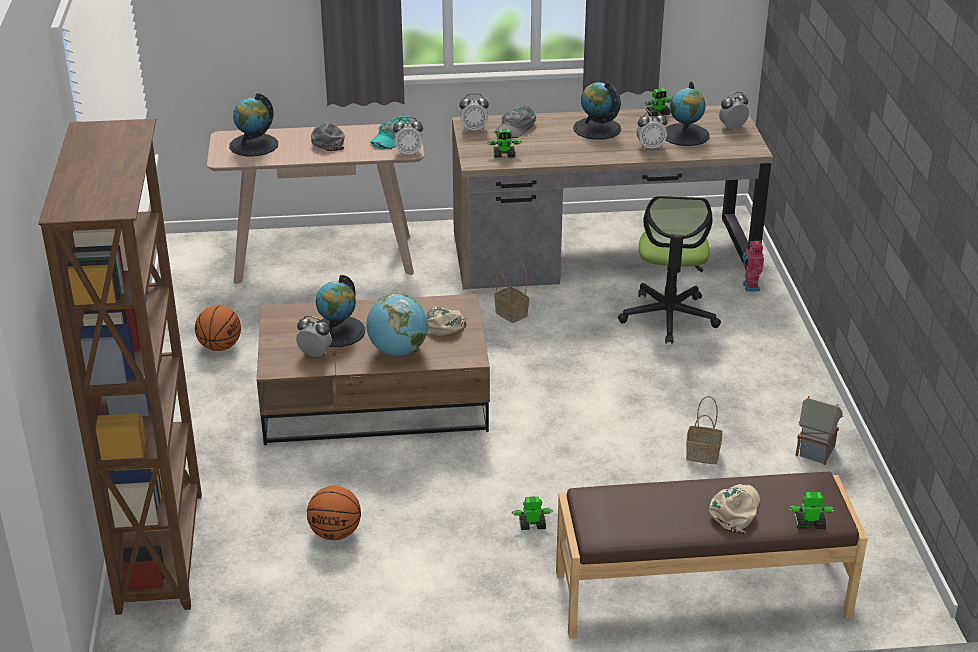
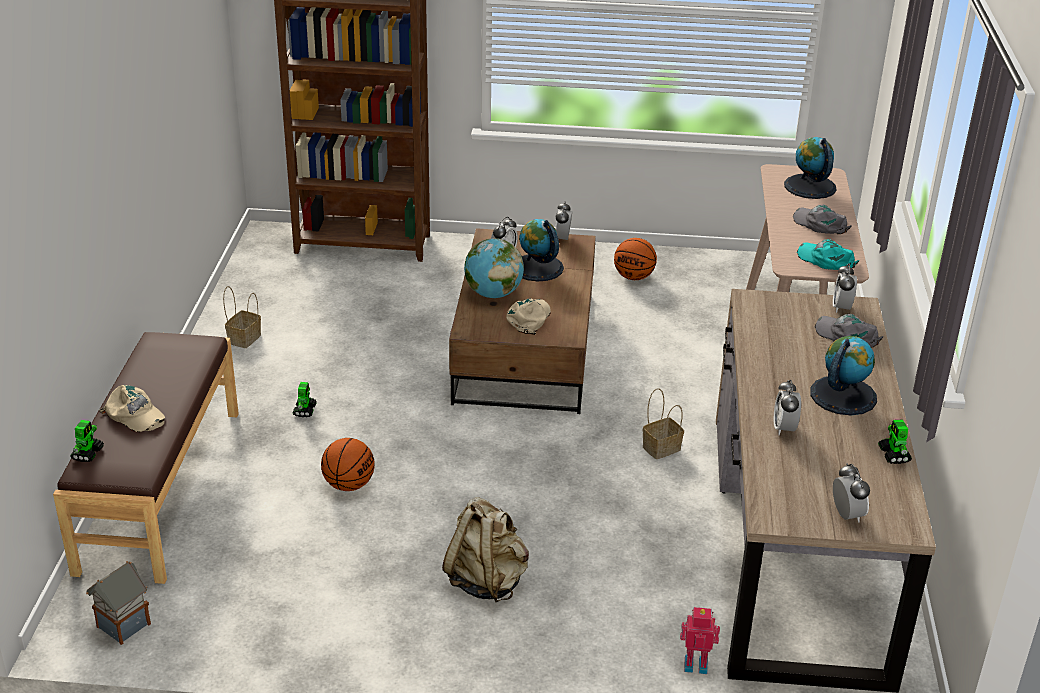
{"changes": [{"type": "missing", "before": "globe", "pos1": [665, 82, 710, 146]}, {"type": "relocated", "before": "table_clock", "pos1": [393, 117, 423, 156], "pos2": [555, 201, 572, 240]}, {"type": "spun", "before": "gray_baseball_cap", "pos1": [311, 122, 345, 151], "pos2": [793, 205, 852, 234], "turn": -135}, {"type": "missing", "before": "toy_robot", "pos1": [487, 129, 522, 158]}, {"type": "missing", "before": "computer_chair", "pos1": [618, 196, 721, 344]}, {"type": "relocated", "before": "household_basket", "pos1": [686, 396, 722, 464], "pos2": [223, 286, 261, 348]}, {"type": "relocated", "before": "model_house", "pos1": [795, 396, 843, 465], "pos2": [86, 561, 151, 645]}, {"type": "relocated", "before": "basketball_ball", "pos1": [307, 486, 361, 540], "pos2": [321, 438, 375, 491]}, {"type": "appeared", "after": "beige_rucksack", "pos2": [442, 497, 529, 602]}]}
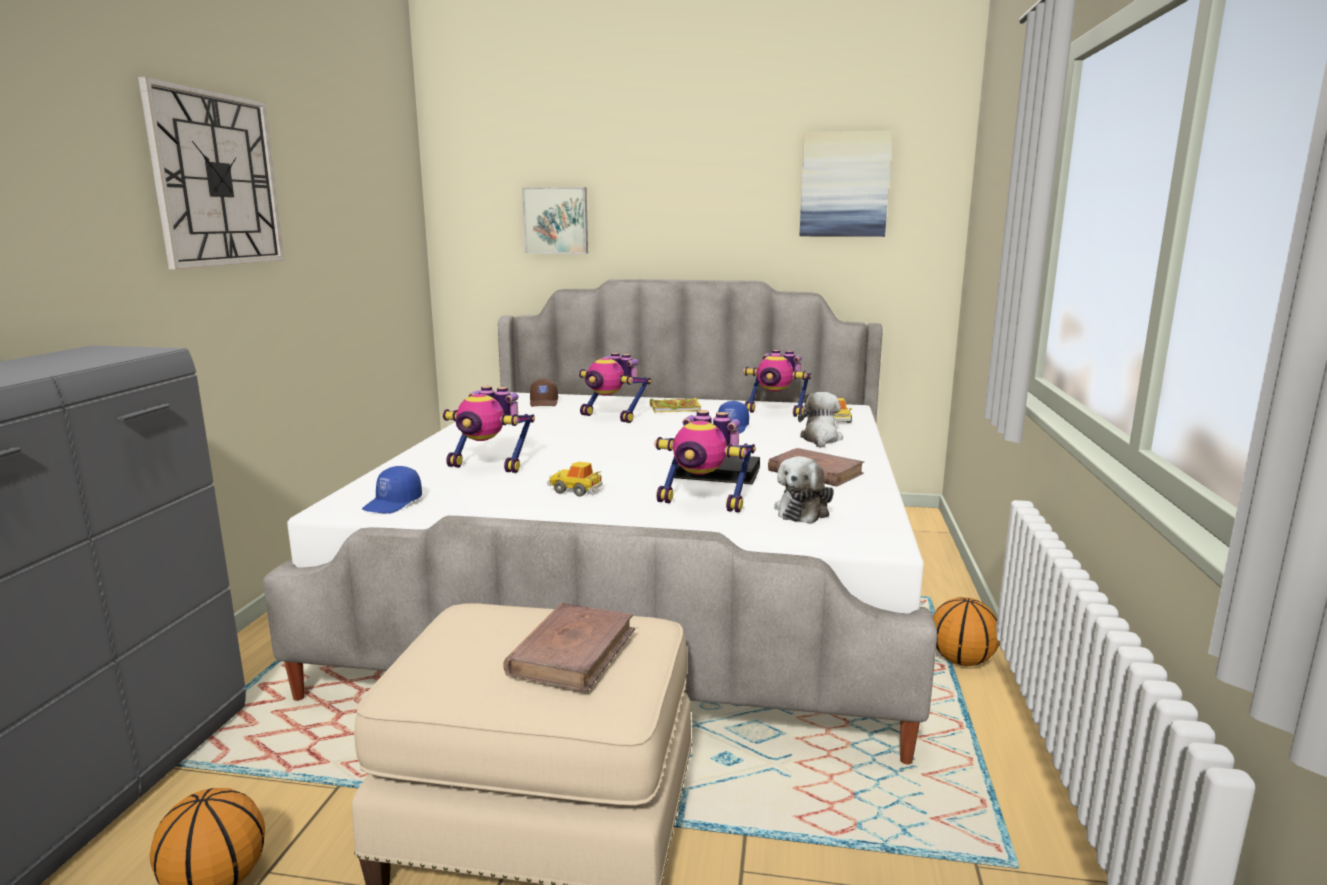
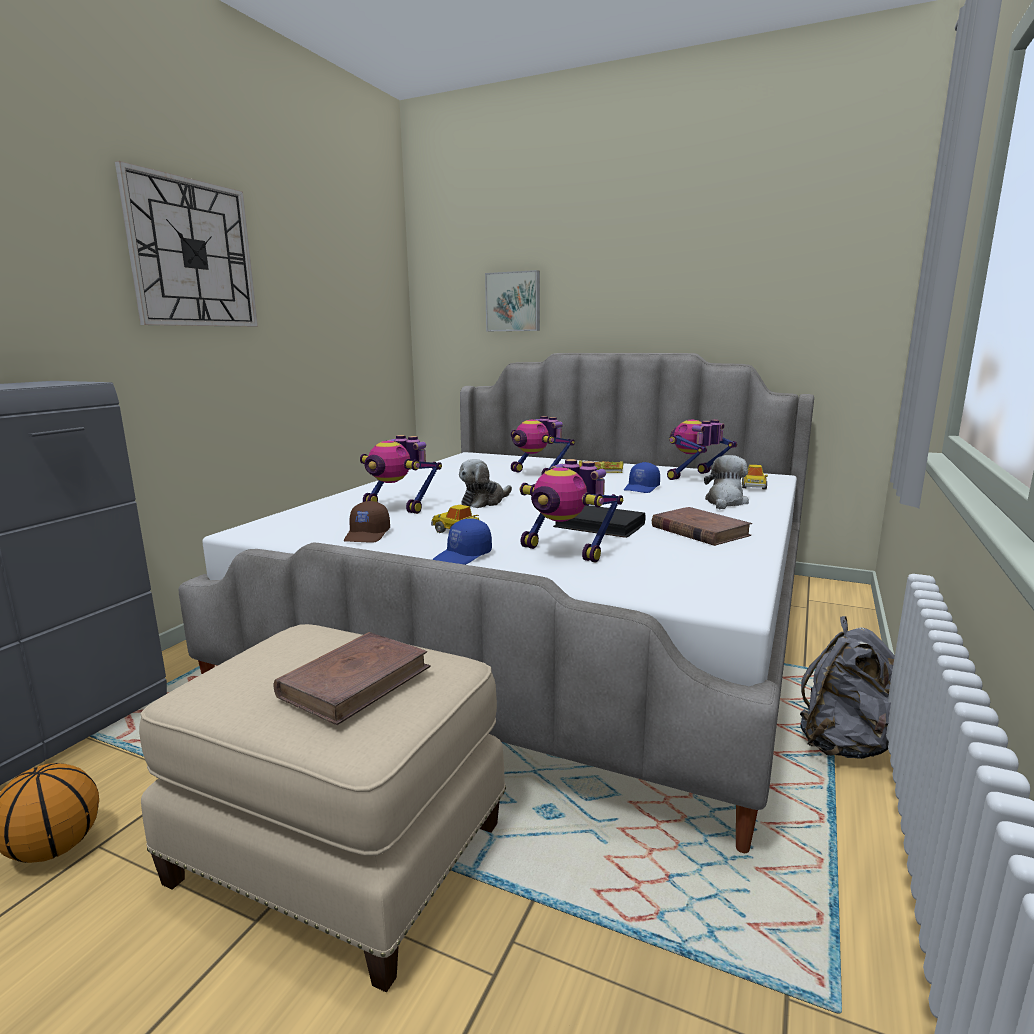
{"changes": [{"type": "missing", "before": "wall_picture", "pos1": [799, 131, 892, 237]}, {"type": "spun", "before": "toy_robot", "pos1": [743, 350, 812, 417], "pos2": [667, 420, 737, 480], "turn": 105}, {"type": "relocated", "before": "brown_baseball_cap", "pos1": [530, 379, 558, 407], "pos2": [344, 501, 390, 543]}, {"type": "relocated", "before": "soft_toy", "pos1": [774, 456, 834, 524], "pos2": [459, 459, 512, 508]}, {"type": "relocated", "before": "blue_baseball_cap", "pos1": [362, 466, 422, 514], "pos2": [433, 518, 492, 565]}, {"type": "exchanged", "before": "basketball_ball", "after": "gray_rucksack", "pos1": [933, 597, 1000, 666], "pos2": [800, 616, 895, 759]}]}
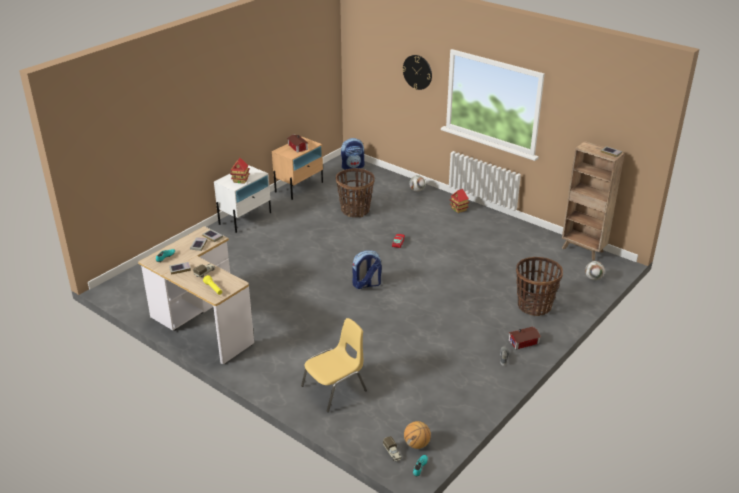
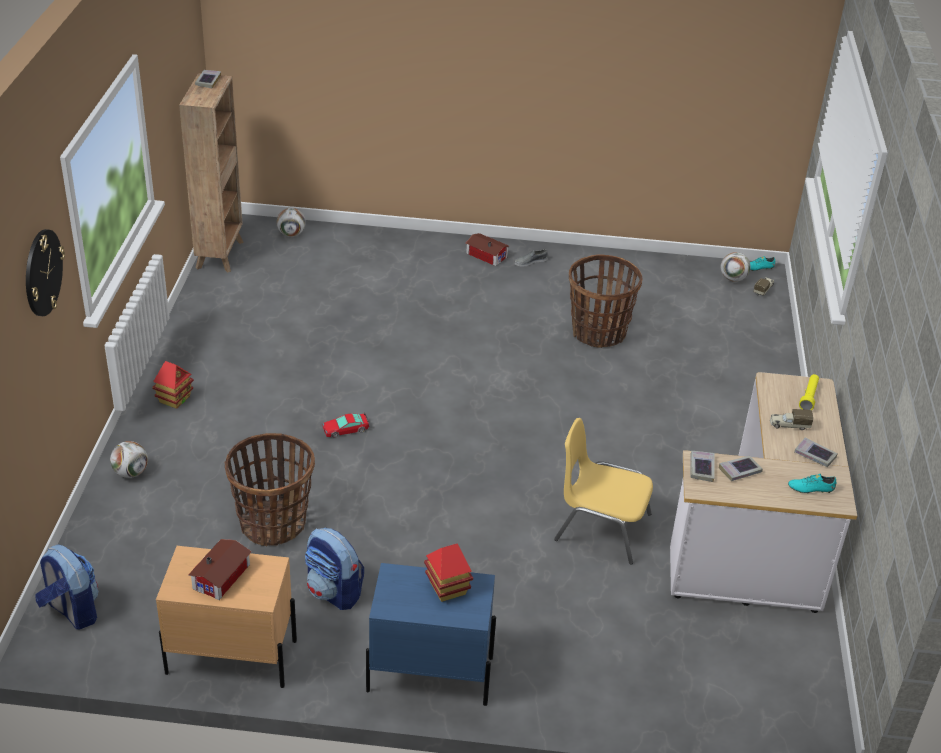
{"changes": [{"type": "colour", "before": "whitish_bedside_table", "after": "blue_bedside_table", "pos1": [214, 166, 271, 233], "pos2": [366, 563, 496, 706]}, {"type": "relocated", "before": "rucksack", "pos1": [352, 250, 382, 289], "pos2": [305, 527, 364, 610]}, {"type": "relocated", "before": "household_basket", "pos1": [516, 257, 563, 316], "pos2": [569, 254, 642, 348]}, {"type": "relocated", "before": "yellowish_plain_chair", "pos1": [301, 318, 367, 412], "pos2": [554, 418, 653, 565]}, {"type": "exchanged", "before": "basketball_ball", "after": "ball_for_football", "pos1": [404, 421, 431, 449], "pos2": [721, 252, 751, 282]}]}
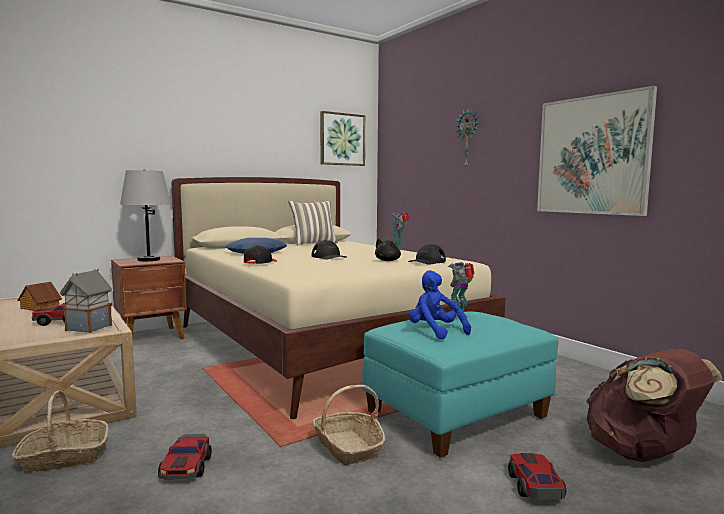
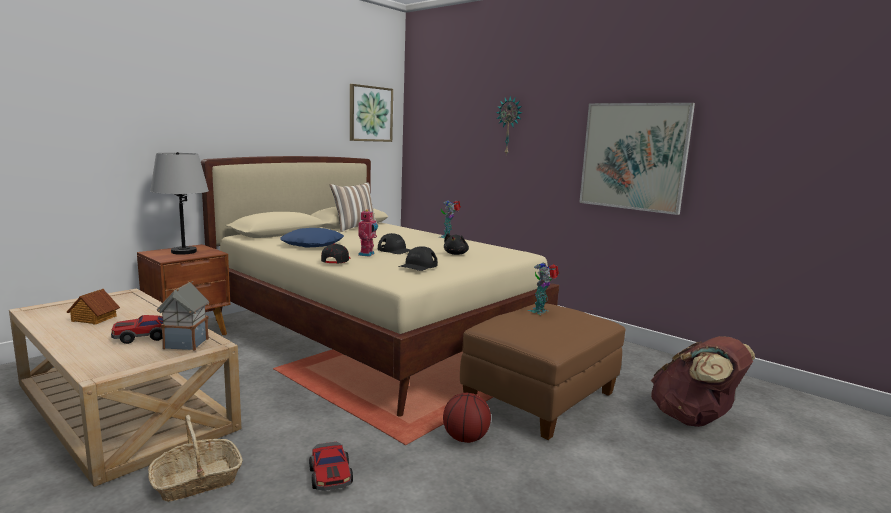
{"changes": [{"type": "relocated", "before": "black-coloured_baseball_cap", "pos1": [408, 244, 446, 265], "pos2": [398, 246, 438, 271]}, {"type": "missing", "before": "blue_soft_toy", "pos1": [408, 270, 471, 340]}, {"type": "colour", "before": "turquoise-coloured_ottoman", "after": "brown_ottoman", "pos1": [362, 311, 559, 458], "pos2": [460, 303, 625, 440]}, {"type": "exchanged", "before": "household_basket", "after": "basketball_ball", "pos1": [312, 385, 386, 465], "pos2": [443, 393, 491, 443]}, {"type": "missing", "before": "model_car", "pos1": [508, 453, 566, 500]}, {"type": "appeared", "after": "toy_robot", "pos2": [358, 209, 378, 257]}]}
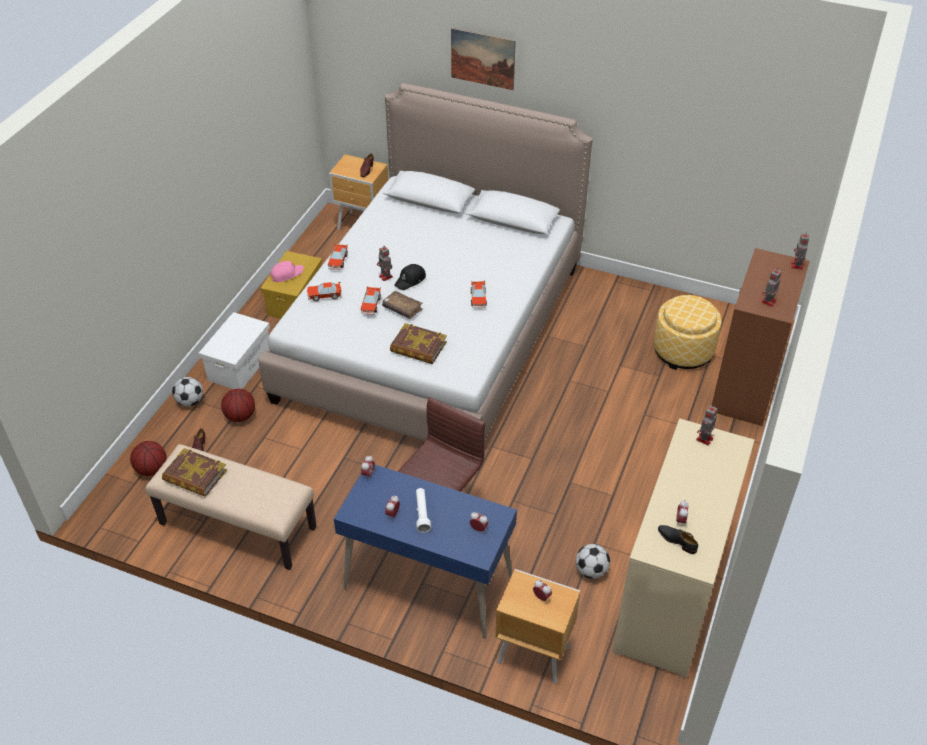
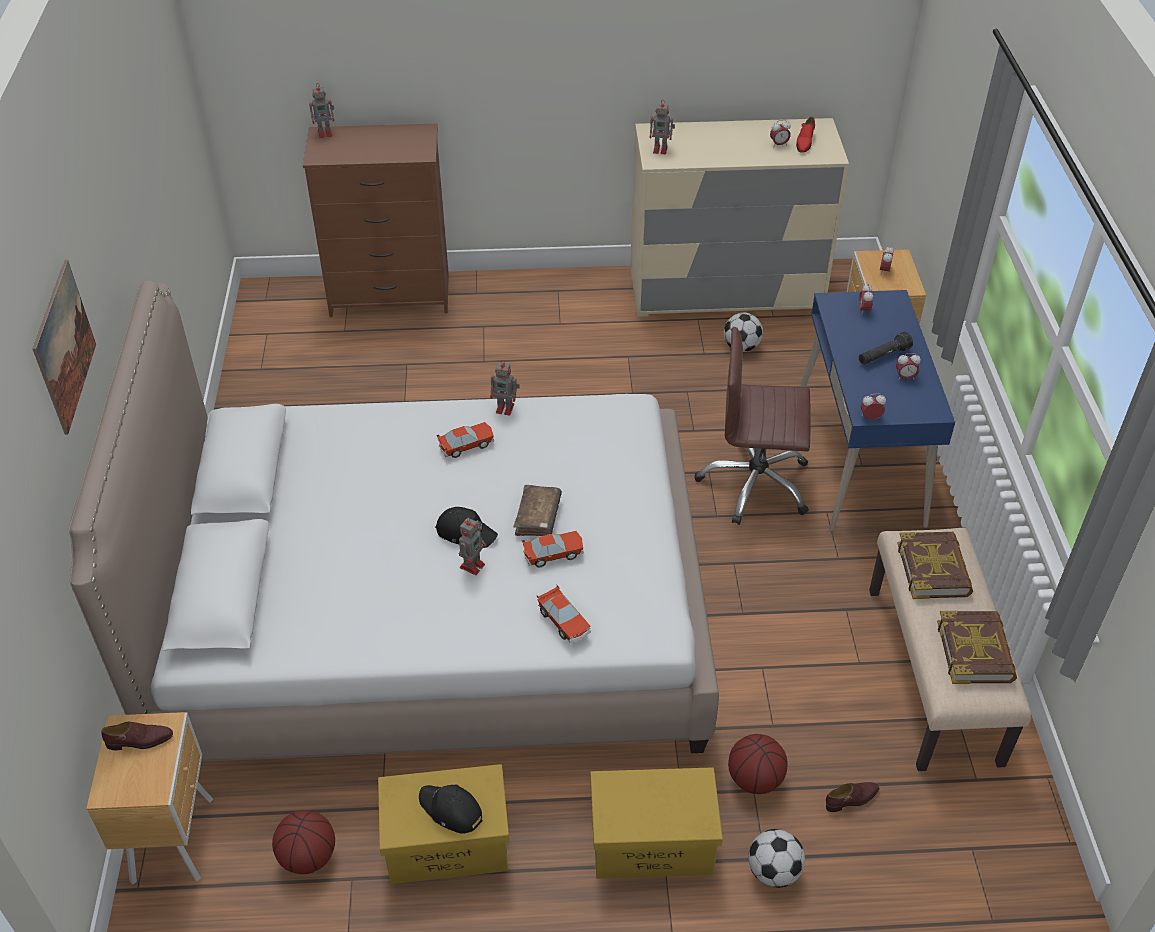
{"changes": [{"type": "missing", "before": "model_car", "pos1": [328, 243, 348, 270]}, {"type": "colour", "before": "pink_baseball_cap", "after": "black-coloured_baseball_cap", "pos1": [270, 261, 303, 282], "pos2": [419, 785, 483, 834]}, {"type": "relocated", "before": "toy_robot", "pos1": [761, 267, 781, 307], "pos2": [490, 360, 520, 415]}, {"type": "missing", "before": "ottoman", "pos1": [654, 295, 722, 370]}, {"type": "colour", "before": "whitish_storage_box", "after": "yellowish_storage_box", "pos1": [199, 312, 270, 389], "pos2": [590, 767, 723, 879]}, {"type": "relocated", "before": "bound_book", "pos1": [390, 323, 447, 364], "pos2": [897, 532, 973, 599]}, {"type": "relocated", "before": "basketball_ball", "pos1": [130, 441, 167, 476], "pos2": [272, 810, 335, 874]}, {"type": "colour", "before": "whitish_hand_torch", "after": "black-coloured_hand_torch", "pos1": [416, 488, 431, 533], "pos2": [859, 332, 913, 365]}, {"type": "colour", "before": "black-coloured_item_of_footwear", "after": "red_item_of_footwear", "pos1": [658, 525, 698, 554], "pos2": [796, 117, 815, 153]}]}
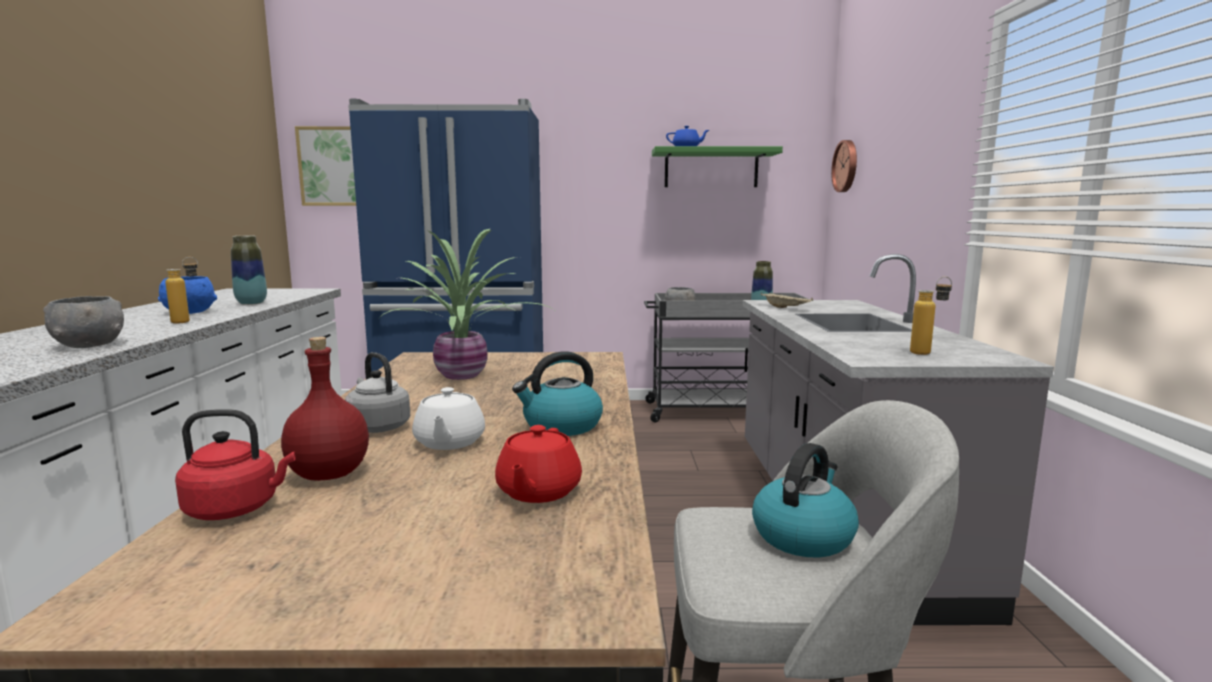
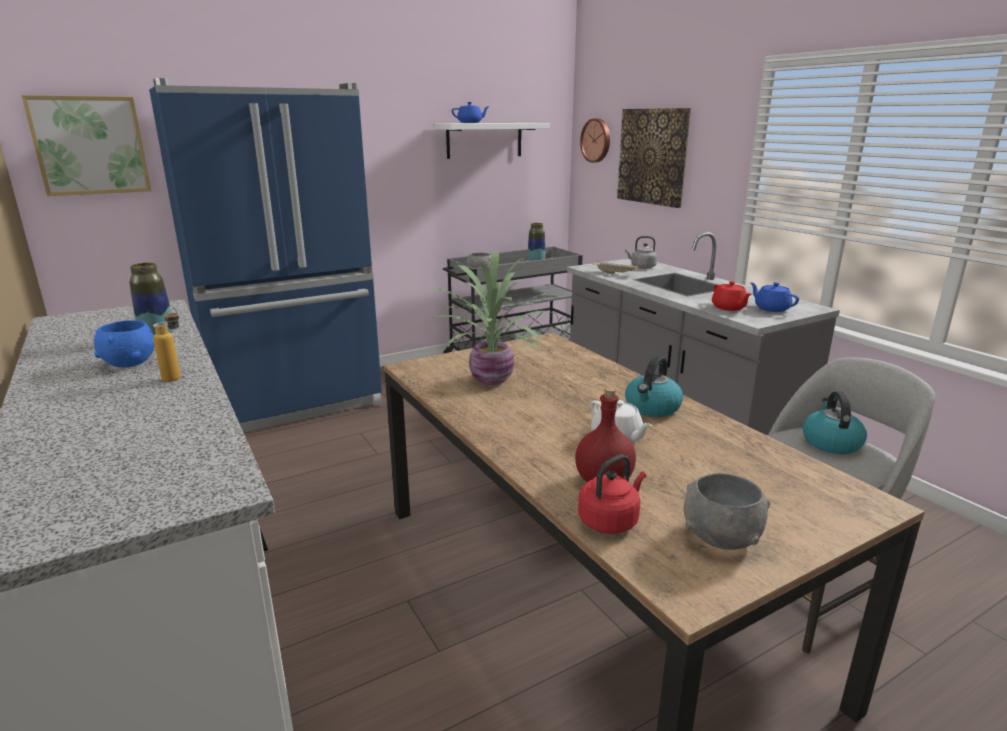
{"changes": [{"type": "colour", "before": "greenish_bracket_shelf", "after": "whitish_bracket_shelf", "pos1": [652, 146, 783, 187], "pos2": [435, 123, 550, 159]}, {"type": "exchanged", "before": "drink_bottle", "after": "blue_pot_for_tea", "pos1": [910, 276, 952, 355], "pos2": [750, 282, 799, 312]}, {"type": "relocated", "before": "gray_deep_dish", "pos1": [43, 296, 124, 348], "pos2": [684, 473, 770, 550]}, {"type": "relocated", "before": "gray_kettle", "pos1": [345, 352, 410, 433], "pos2": [625, 236, 657, 269]}, {"type": "relocated", "before": "red_pot_for_tea", "pos1": [495, 425, 582, 503], "pos2": [712, 281, 752, 311]}, {"type": "appeared", "after": "wall_picture", "pos2": [617, 108, 691, 208]}]}
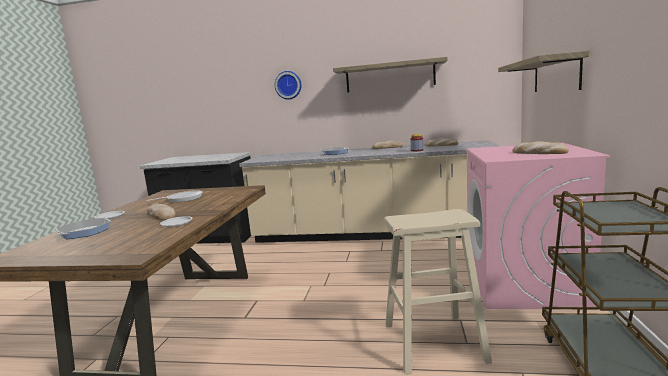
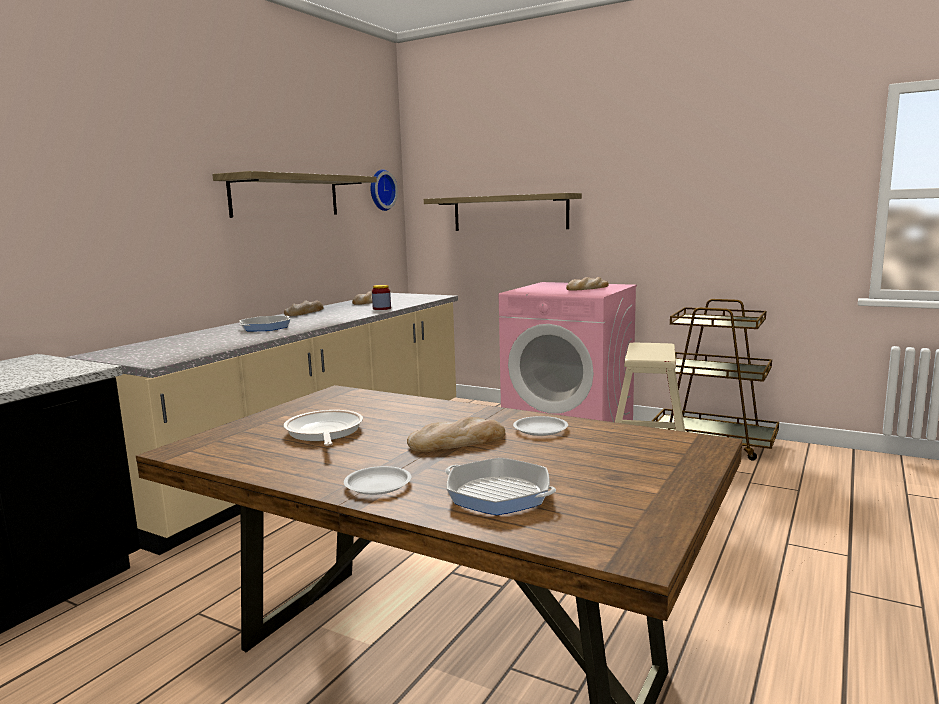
{"changes": [{"type": "relocated", "before": "wall_clock", "pos1": [275, 71, 302, 100], "pos2": [371, 169, 398, 211]}]}
